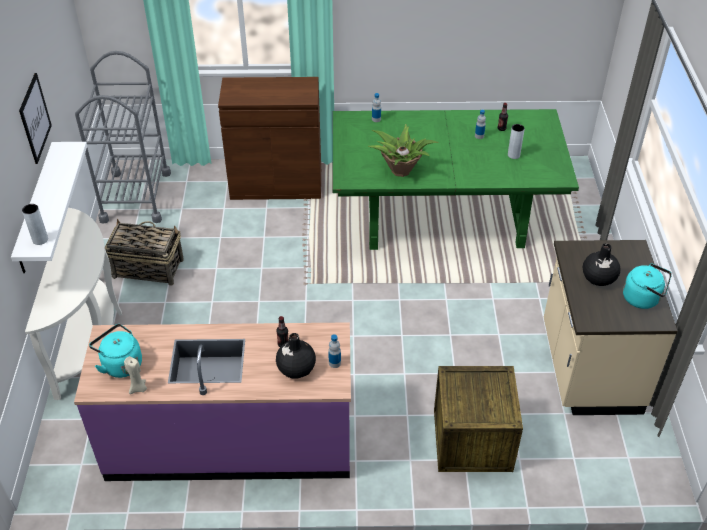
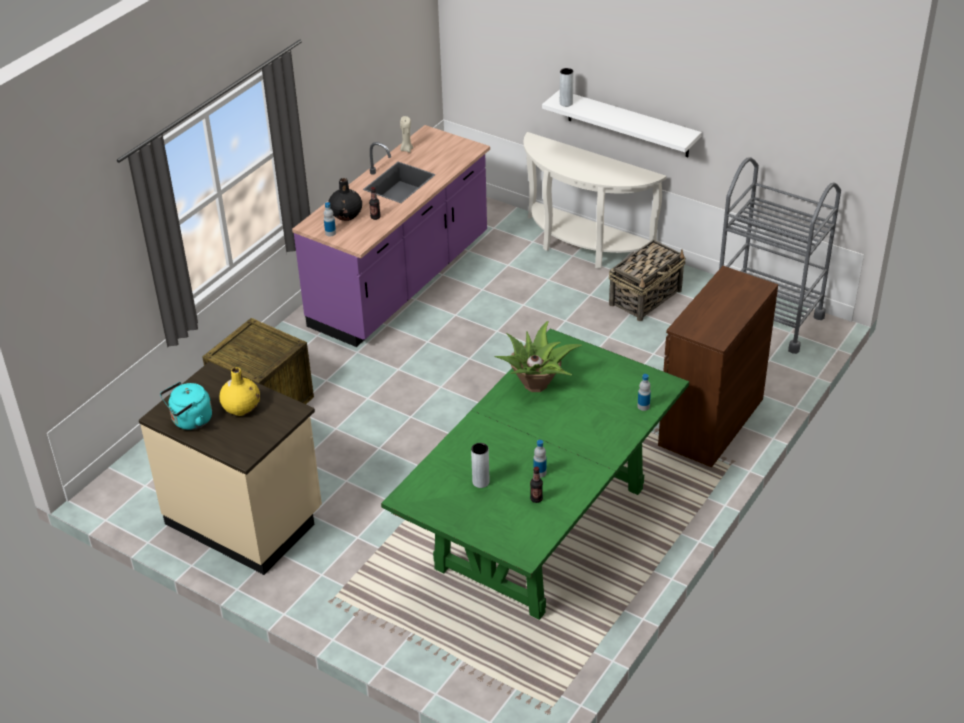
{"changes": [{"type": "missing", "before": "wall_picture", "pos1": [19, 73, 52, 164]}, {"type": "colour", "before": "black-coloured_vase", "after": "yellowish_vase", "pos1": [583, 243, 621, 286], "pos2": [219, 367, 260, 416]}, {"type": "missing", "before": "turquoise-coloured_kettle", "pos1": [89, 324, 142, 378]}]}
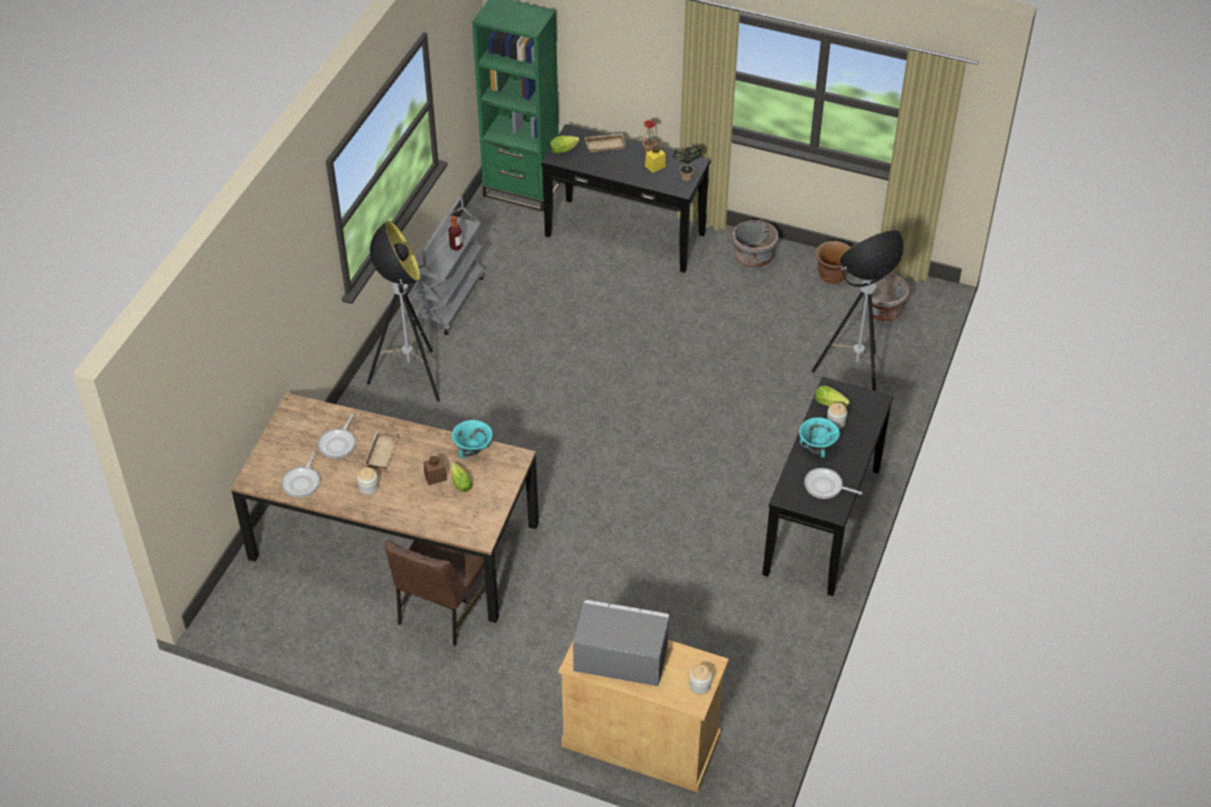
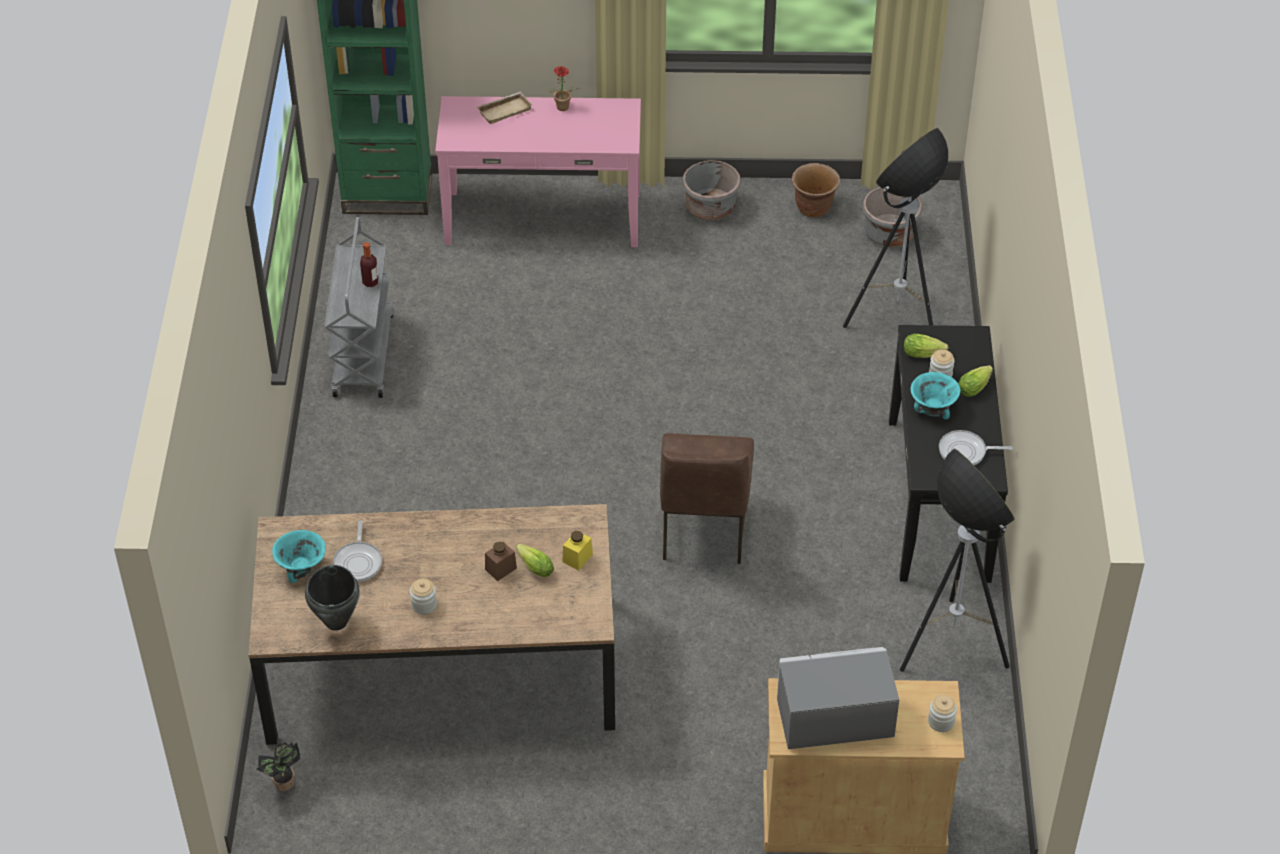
{"changes": [{"type": "colour", "before": "black-coloured_narrow_table", "after": "pink_narrow_table", "pos1": [541, 124, 711, 273], "pos2": [435, 96, 641, 247]}, {"type": "relocated", "before": "lettuce_head", "pos1": [550, 136, 580, 154], "pos2": [958, 365, 993, 397]}, {"type": "relocated", "before": "yellowish_jar", "pos1": [645, 146, 666, 173], "pos2": [562, 531, 593, 570]}, {"type": "relocated", "before": "potted_plant", "pos1": [671, 146, 701, 181], "pos2": [256, 741, 301, 791]}, {"type": "relocated", "before": "standing_lamp", "pos1": [367, 221, 440, 402], "pos2": [900, 448, 1015, 672]}, {"type": "relocated", "before": "turquoise-coloured_deep_dish", "pos1": [452, 420, 493, 458], "pos2": [272, 530, 326, 583]}, {"type": "missing", "before": "beige_tray", "pos1": [364, 431, 399, 469]}, {"type": "exchanged", "before": "frying_pan", "after": "black-coloured_saucepot", "pos1": [281, 451, 320, 498], "pos2": [305, 565, 360, 631]}, {"type": "relocated", "before": "brown_plain_chair", "pos1": [385, 540, 486, 646], "pos2": [660, 433, 754, 564]}]}
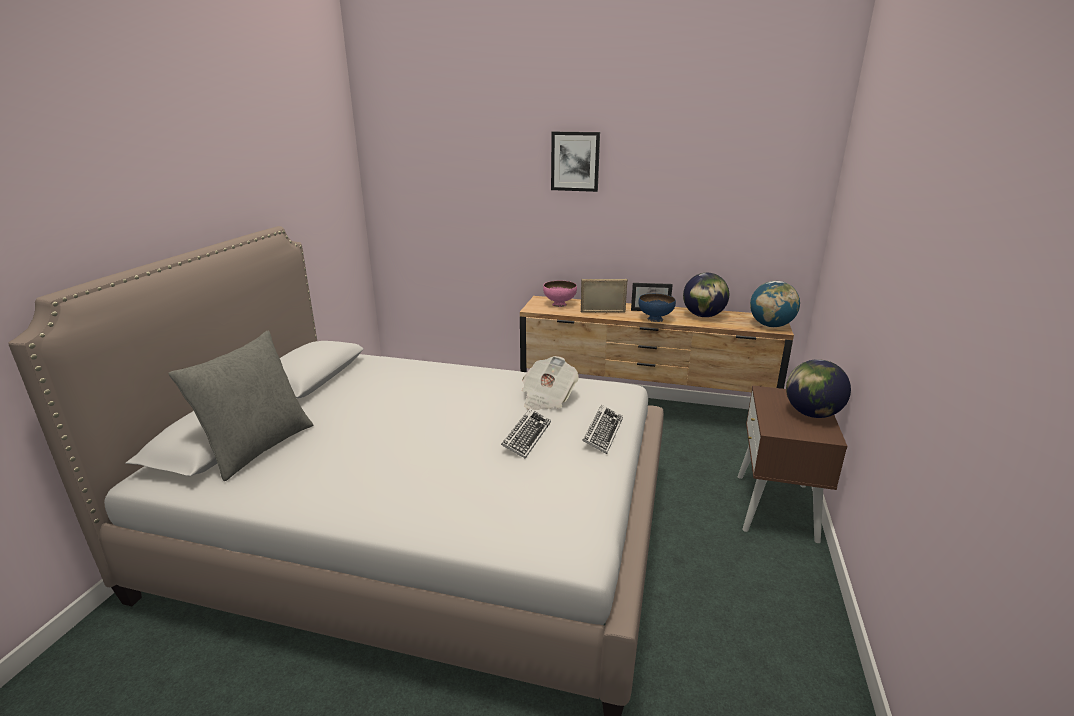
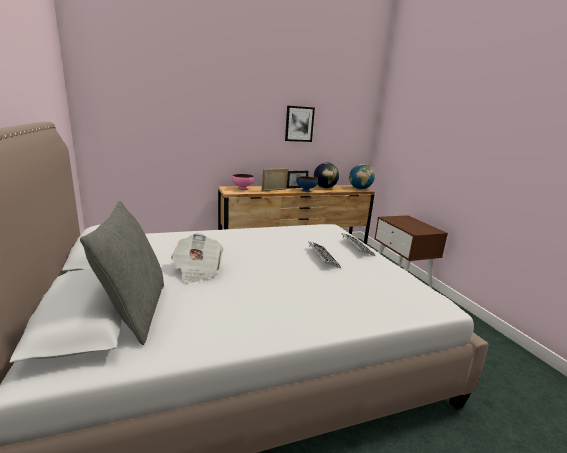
{"changes": [{"type": "relocated", "before": "wall_picture", "pos1": [551, 132, 600, 192], "pos2": [285, 106, 315, 142]}, {"type": "relocated", "before": "printed_paper", "pos1": [522, 356, 579, 410], "pos2": [171, 233, 223, 283]}, {"type": "missing", "before": "globe", "pos1": [786, 359, 851, 418]}]}
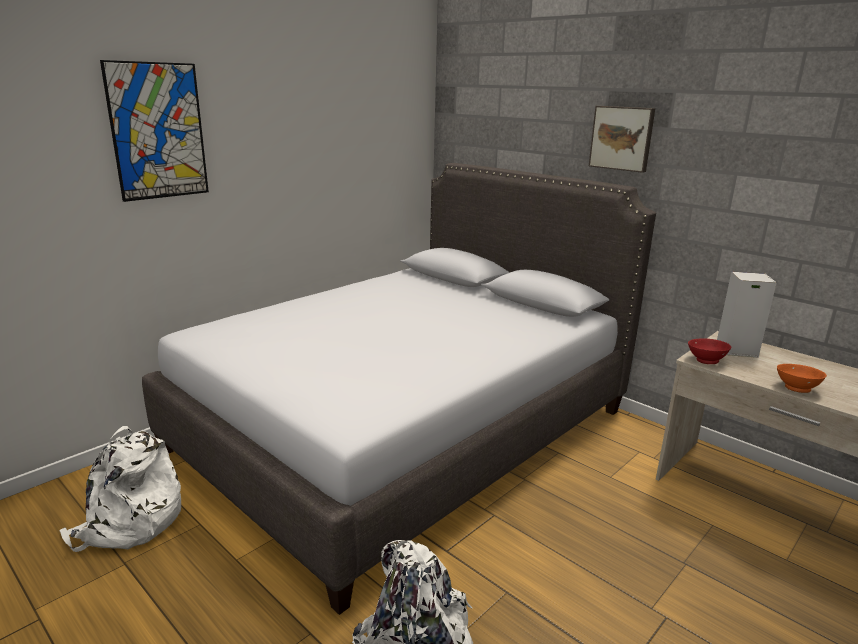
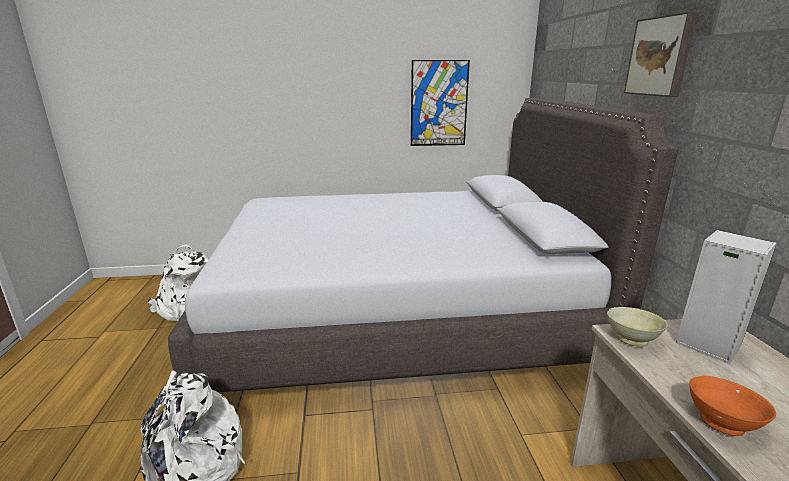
{"changes": [{"type": "relocated", "before": "wall_picture", "pos1": [100, 60, 209, 202], "pos2": [411, 60, 470, 146]}, {"type": "colour", "before": "red_deep_dish", "after": "beige_deep_dish", "pos1": [688, 338, 732, 364], "pos2": [607, 307, 668, 347]}]}
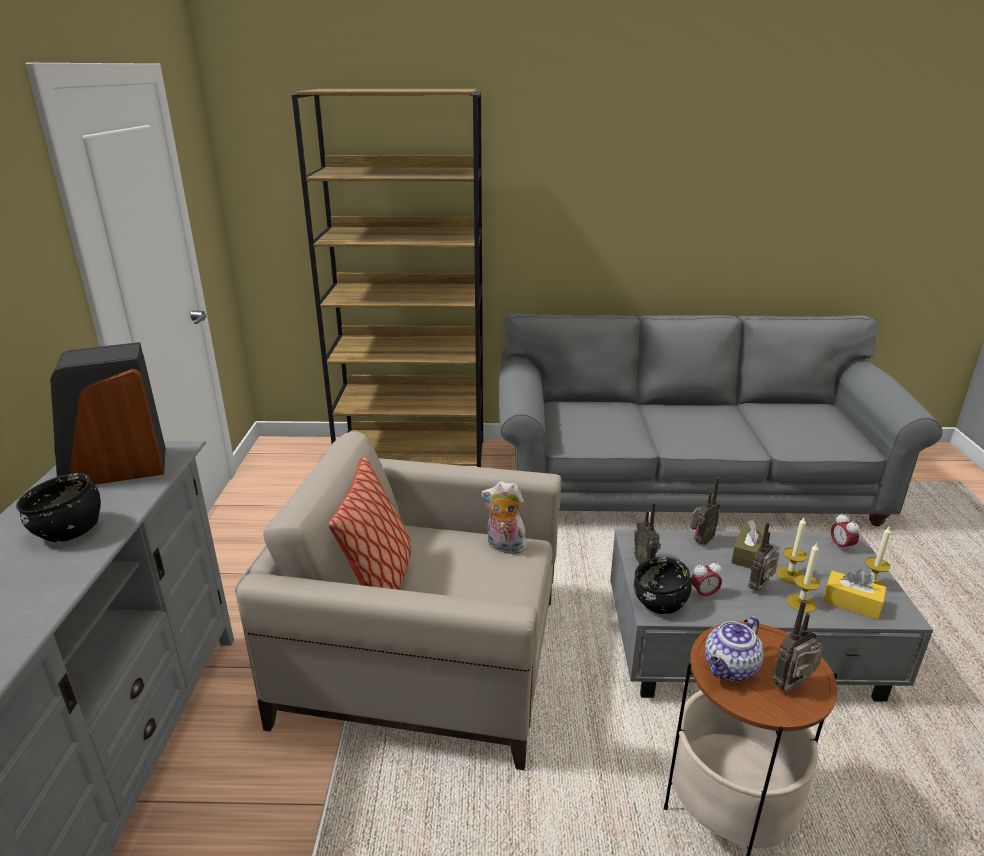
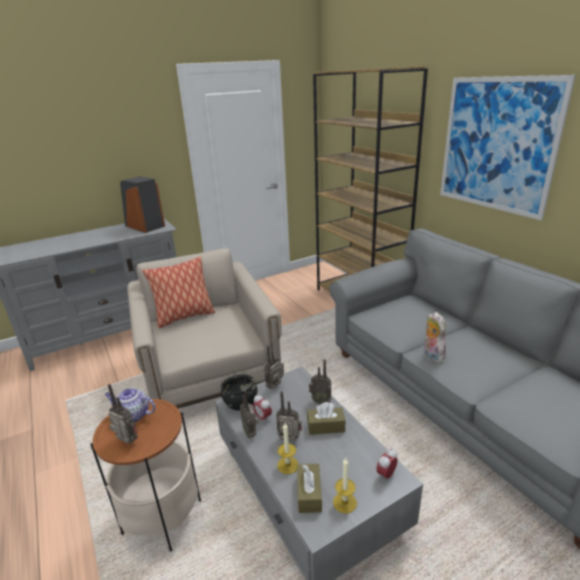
{"changes": [{"type": "missing", "before": "black-coloured_deep_dish", "pos1": [16, 473, 101, 542]}, {"type": "relocated", "before": "soft_toy", "pos1": [481, 481, 526, 554], "pos2": [424, 312, 446, 363]}, {"type": "missing", "before": "wax_candle", "pos1": [777, 517, 807, 583]}, {"type": "colour", "before": "yellowish_tissue_box", "after": "brown_tissue_box", "pos1": [823, 569, 886, 620], "pos2": [297, 464, 322, 513]}, {"type": "appeared", "after": "wall_picture", "pos2": [440, 75, 576, 220]}, {"type": "appeared", "after": "radio_receiver", "pos2": [240, 390, 258, 439]}]}
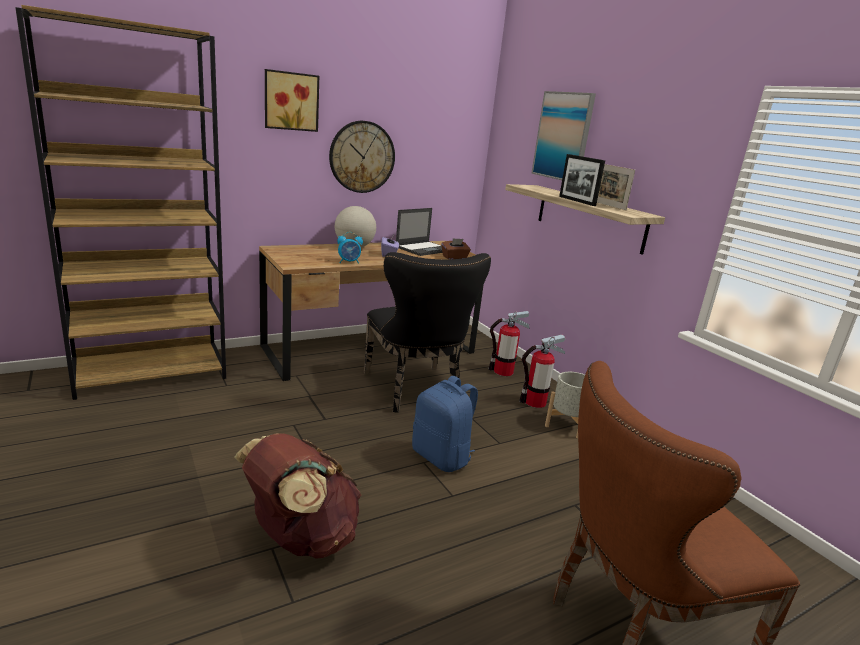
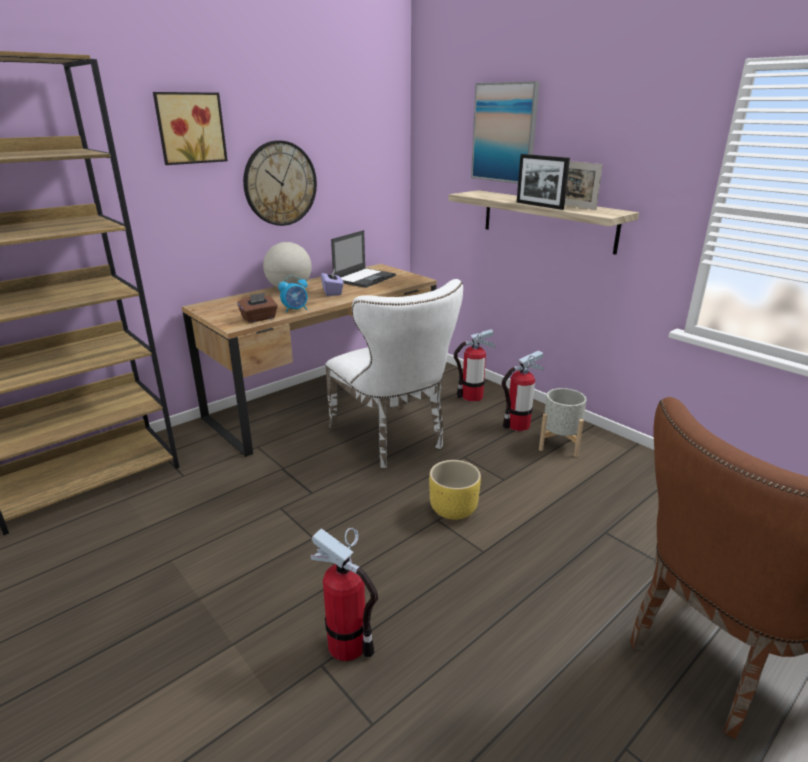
{"changes": [{"type": "relocated", "before": "brown_tissue_box", "pos1": [441, 238, 471, 259], "pos2": [237, 293, 278, 323]}, {"type": "colour", "before": "black-coloured_plain_chair", "after": "whitish_plain_chair", "pos1": [364, 252, 491, 413], "pos2": [325, 279, 463, 468]}, {"type": "exchanged", "before": "blue_rucksack", "after": "yellowish_flower_pot", "pos1": [412, 376, 478, 472], "pos2": [429, 460, 481, 520]}, {"type": "exchanged", "before": "brown_rucksack", "after": "extinguisher", "pos1": [235, 433, 361, 559], "pos2": [310, 528, 378, 661]}]}
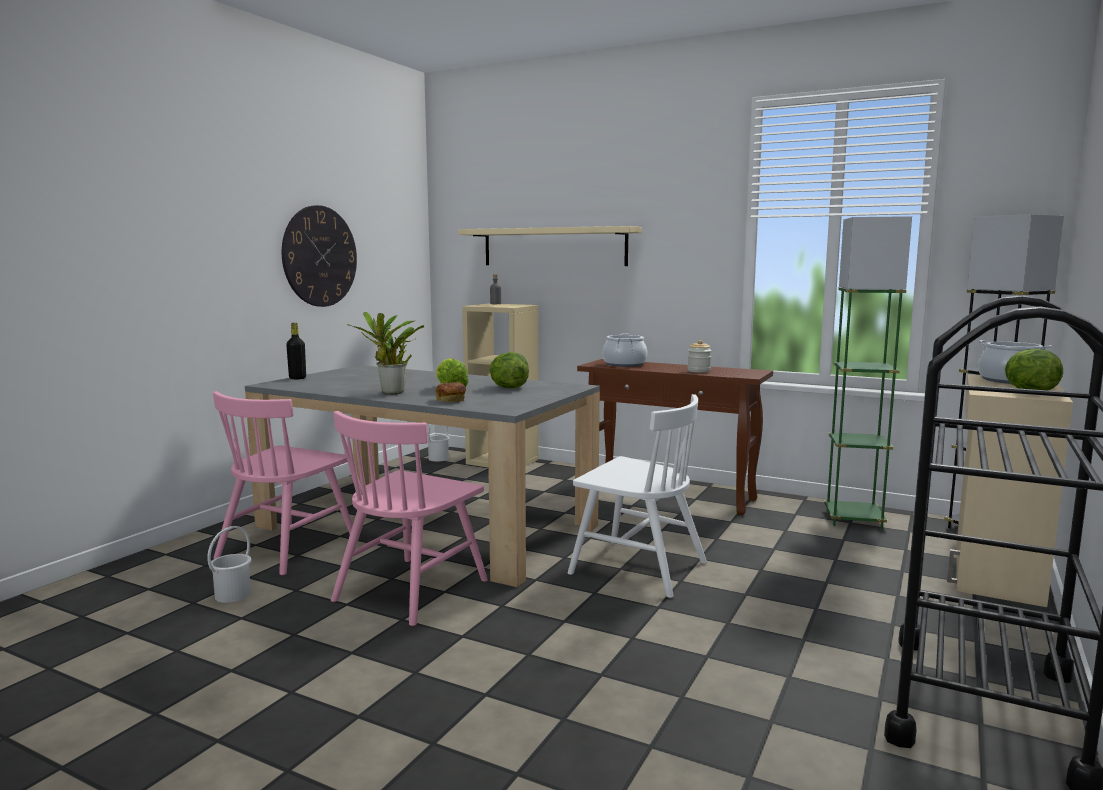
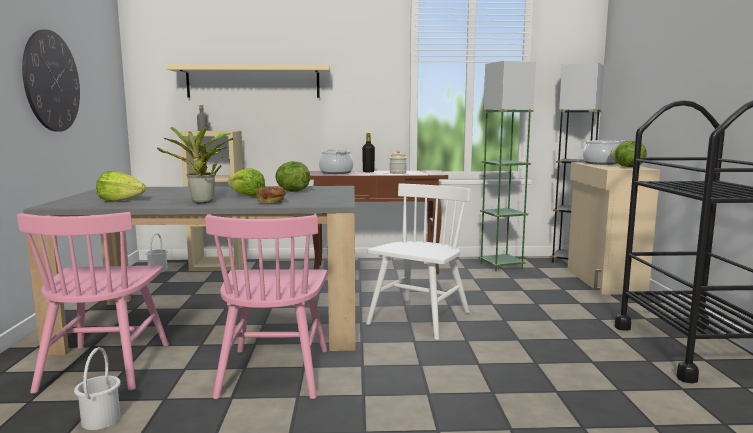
{"changes": [{"type": "relocated", "before": "black-coloured_drink_bottle", "pos1": [286, 323, 306, 379], "pos2": [362, 133, 375, 172]}, {"type": "spun", "before": "whitish_plain_chair", "pos1": [568, 394, 707, 598], "pos2": [366, 183, 471, 340], "turn": -60}, {"type": "appeared", "after": "lettuce_head", "pos2": [96, 171, 146, 202]}]}
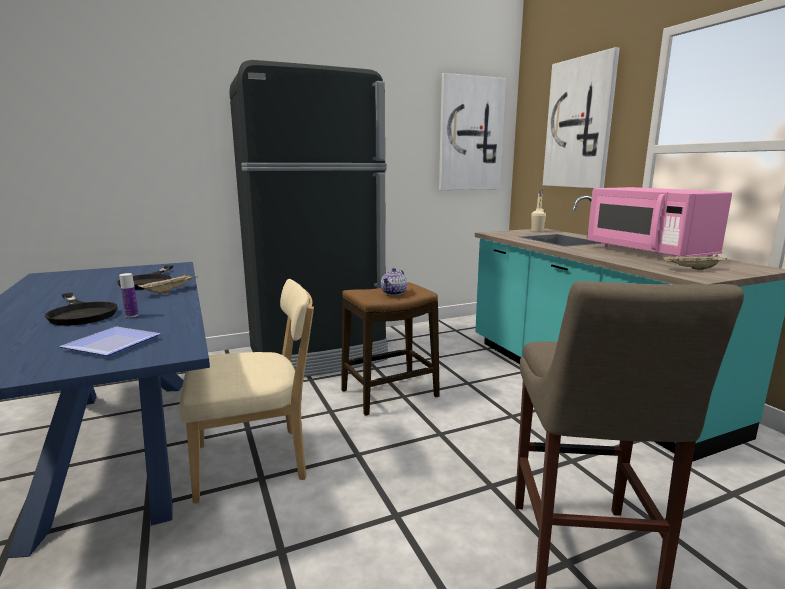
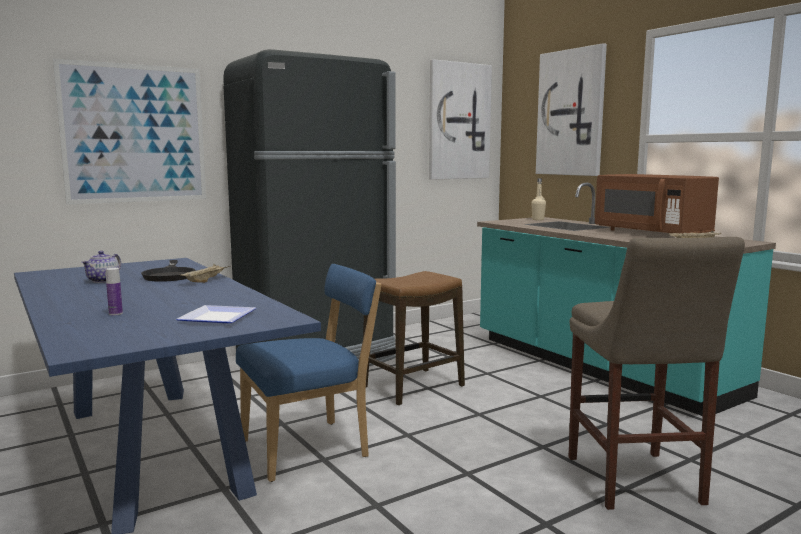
{"changes": [{"type": "colour", "before": "pink_microwave", "after": "brown_microwave", "pos1": [587, 187, 732, 257], "pos2": [595, 174, 719, 233]}, {"type": "relocated", "before": "pot_for_tea", "pos1": [381, 268, 407, 296], "pos2": [81, 251, 121, 283]}, {"type": "relocated", "before": "drink_bottle", "pos1": [119, 273, 139, 318], "pos2": [106, 268, 123, 315]}, {"type": "colour", "before": "beige_plain_chair", "after": "blue_plain_chair", "pos1": [179, 279, 314, 503], "pos2": [236, 264, 381, 482]}, {"type": "missing", "before": "black-coloured_frying_pan", "pos1": [45, 293, 118, 326]}, {"type": "appeared", "after": "wall_picture", "pos2": [53, 58, 206, 205]}]}
